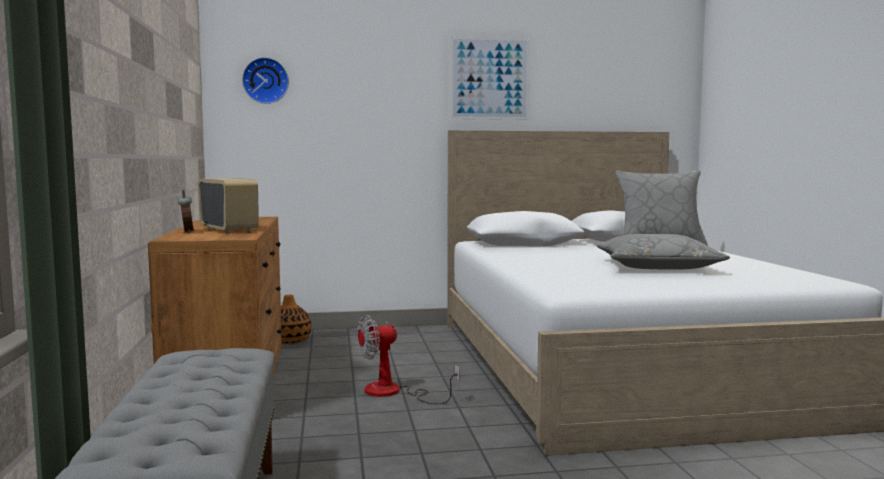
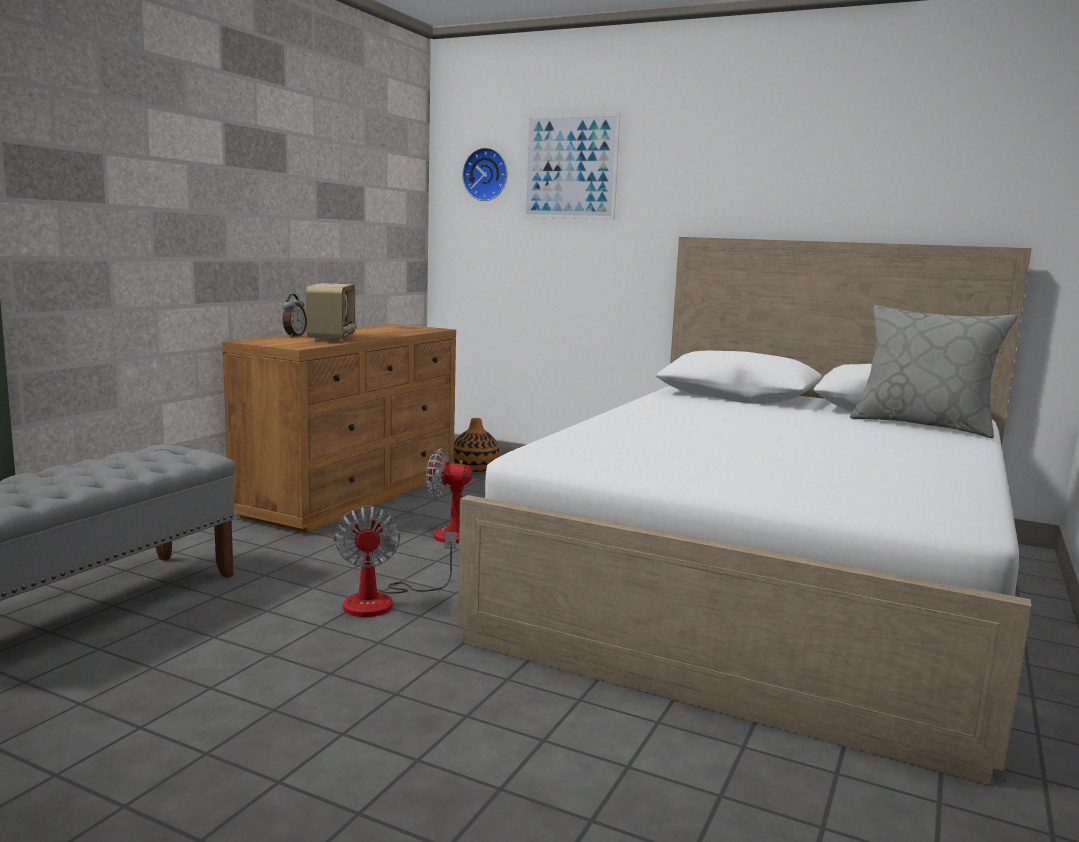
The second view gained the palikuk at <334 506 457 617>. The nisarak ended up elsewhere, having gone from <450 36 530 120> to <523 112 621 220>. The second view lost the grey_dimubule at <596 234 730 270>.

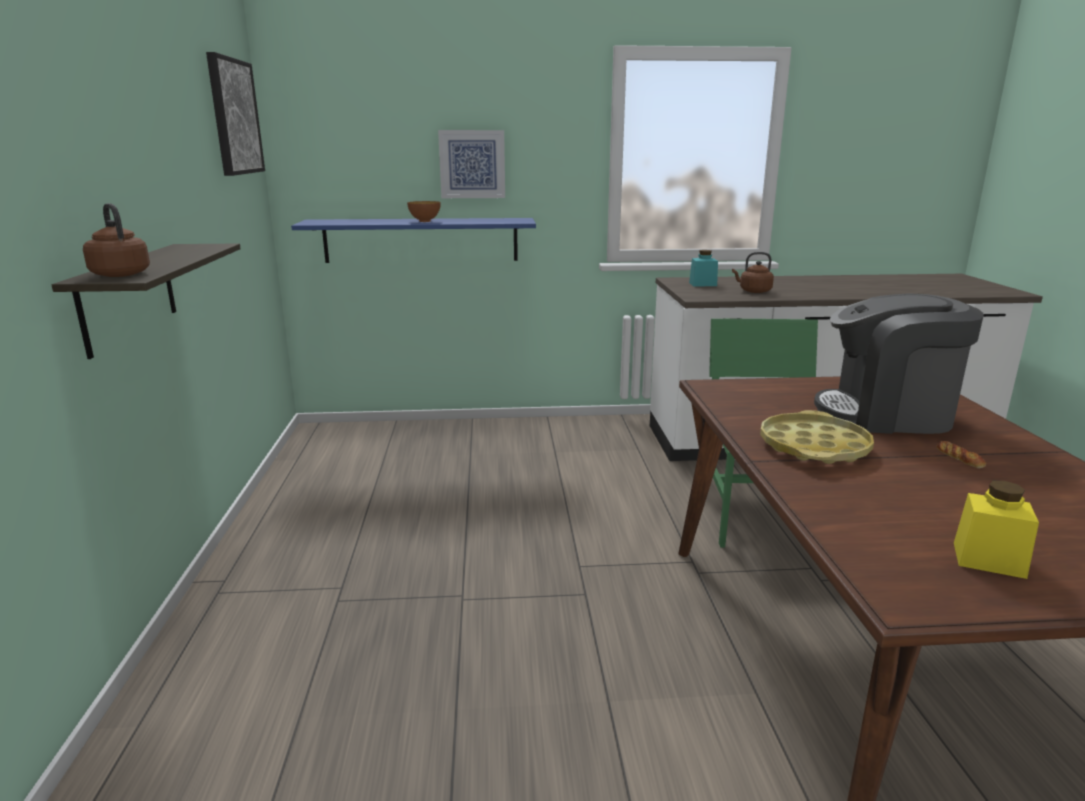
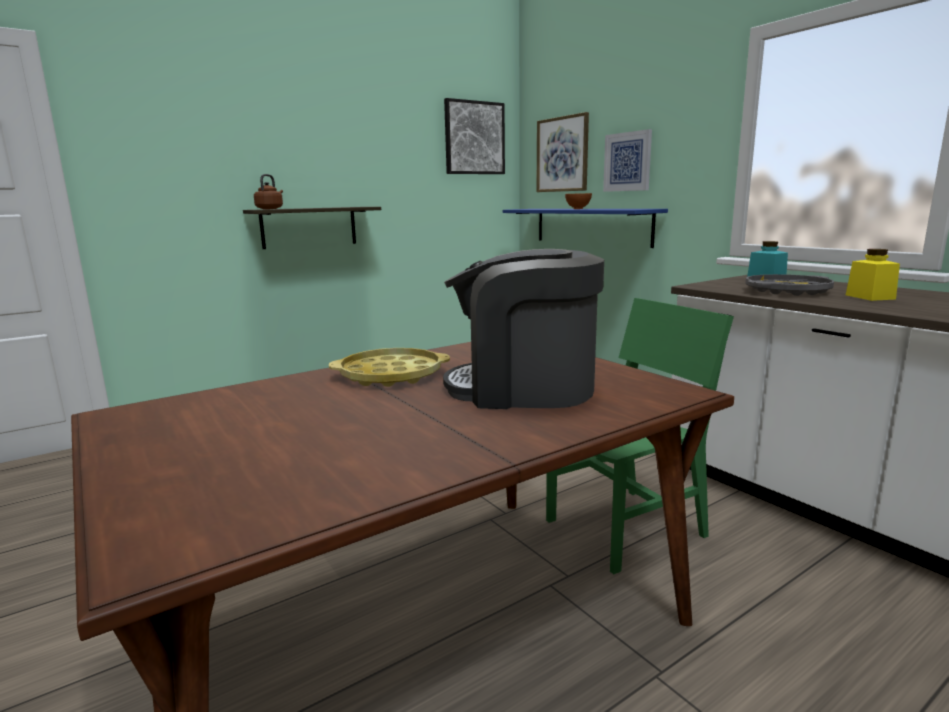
The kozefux at <814 293 983 434> ended up facing another way, 60 degrees counterclockwise from before. The second view gained the nisarak at <536 112 589 192>. Where the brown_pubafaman stood at <732 252 774 293>, the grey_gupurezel came to stand at <745 274 834 296>. The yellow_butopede ended up elsewhere, having gone from <954 481 1039 579> to <846 249 900 301>. The second view lost the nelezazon at <936 441 986 468>.

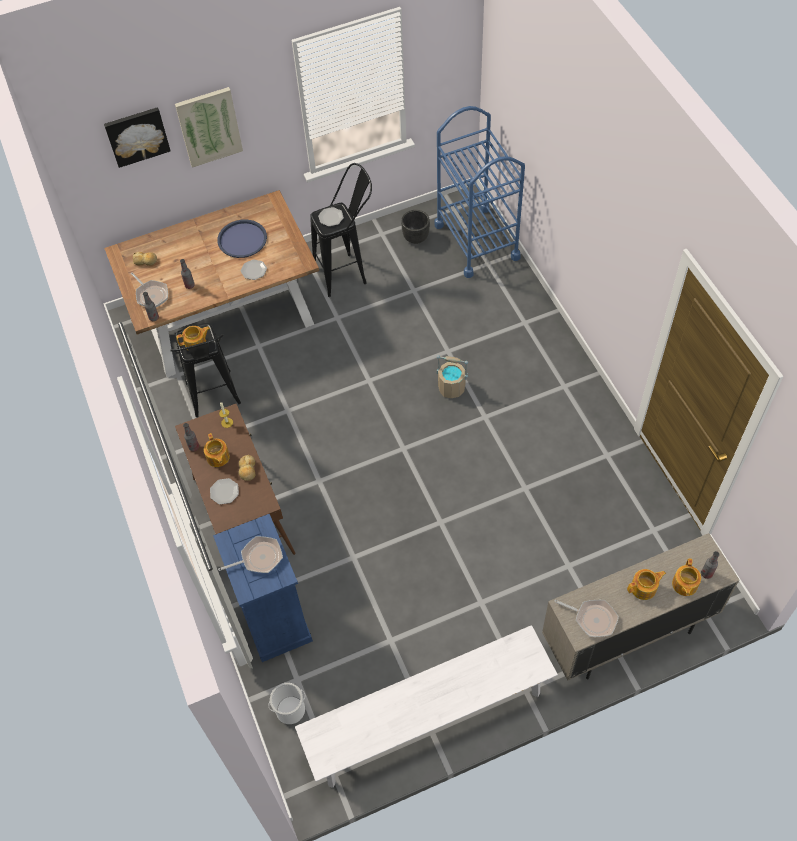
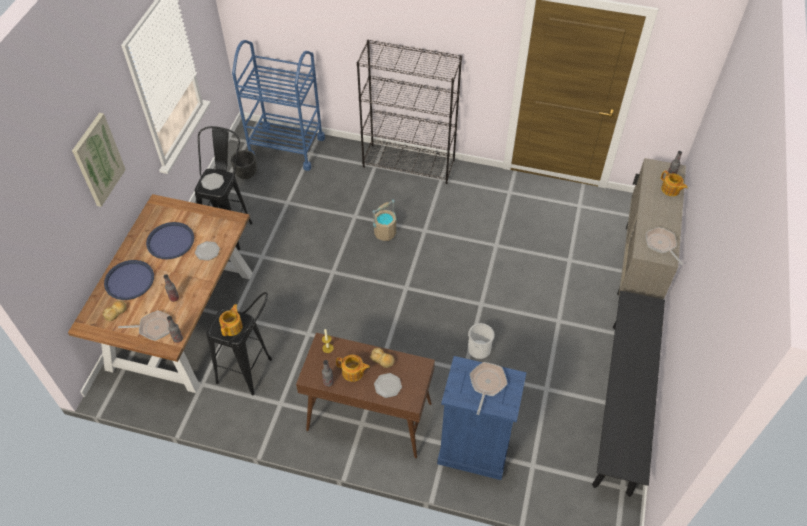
The second view gained the blue_gupurezel at <104 260 154 300>. The second view gained the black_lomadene at <357 39 462 184>. The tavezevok ended up elsewhere, having gone from <268 683 305 724> to <468 323 495 359>. What was the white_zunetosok at <295 625 558 788> turned into the black_zunetosok at <592 291 665 497>. The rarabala at <554 600 619 637> ended up facing another way, 90 degrees counterclockwise from before. The second view lost the nisarak at <104 107 171 168>. The second view lost the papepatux at <627 569 666 600>.

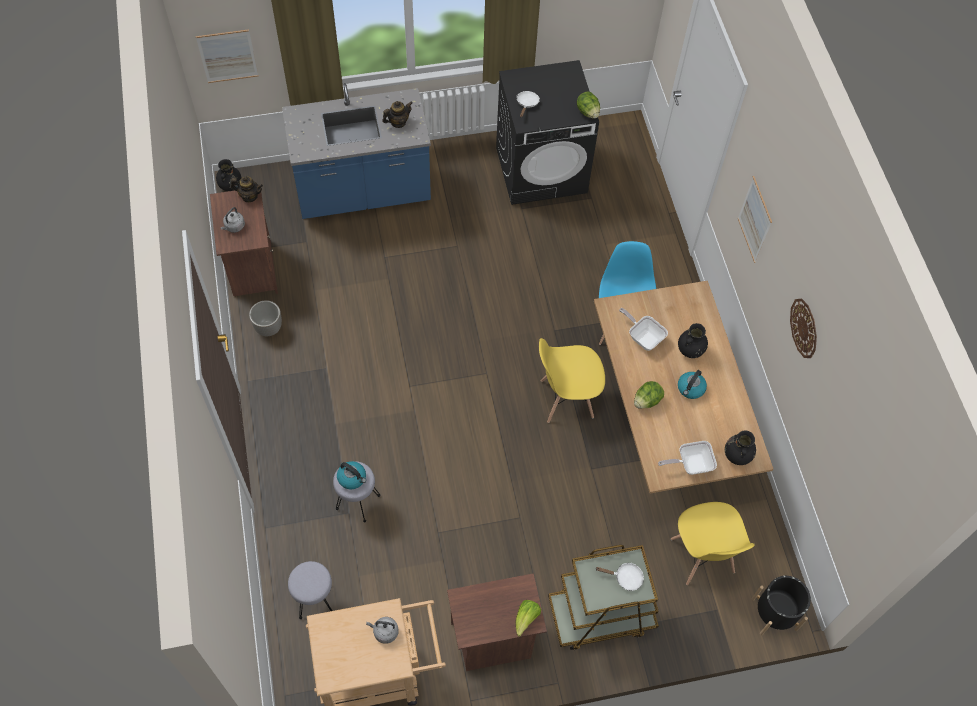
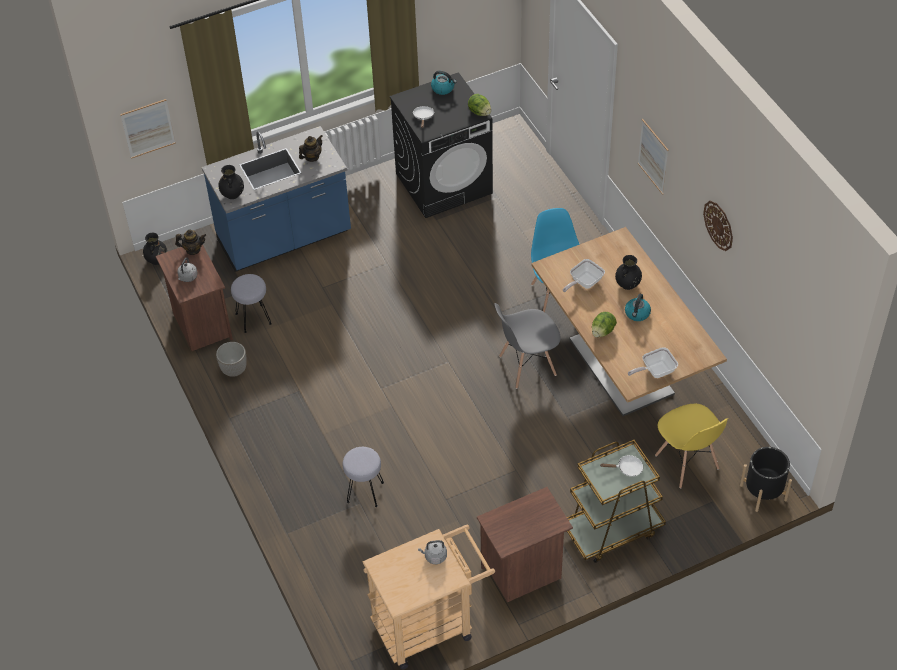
The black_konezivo ended up elsewhere, having gone from <725 431 756 465> to <219 165 244 199>. The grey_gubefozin ended up elsewhere, having gone from <288 561 332 619> to <231 274 272 333>. The pubafaman ended up elsewhere, having gone from <337 461 366 489> to <431 71 457 95>. What was the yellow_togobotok at <539 338 605 423> turned into the grey_togobotok at <495 303 561 389>. The rarabala at <619 308 668 351> ended up facing another way, 75 degrees counterclockwise from before. The second view lost the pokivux at <515 600 541 637>.

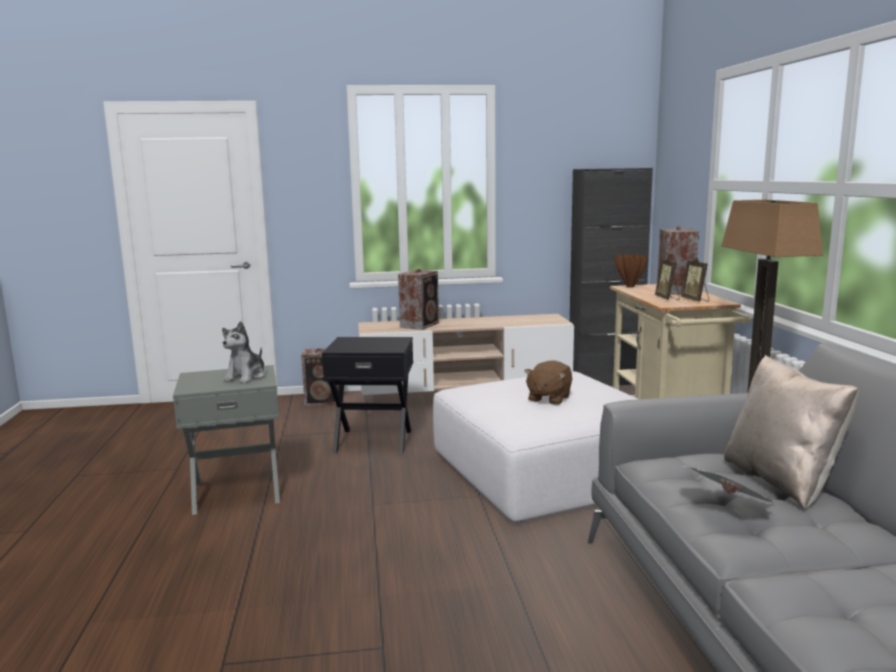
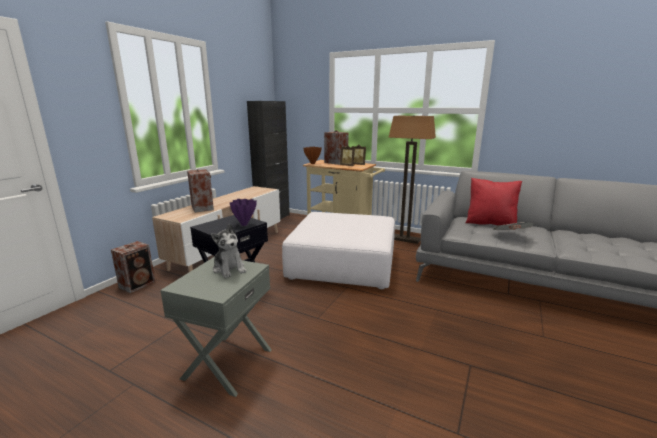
The second view gained the purple_konezivo at <230 199 257 226>. What was the beige_dimubule at <724 355 859 510> turned into the red_dimubule at <465 177 522 225>. The second view lost the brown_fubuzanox at <524 360 572 405>.

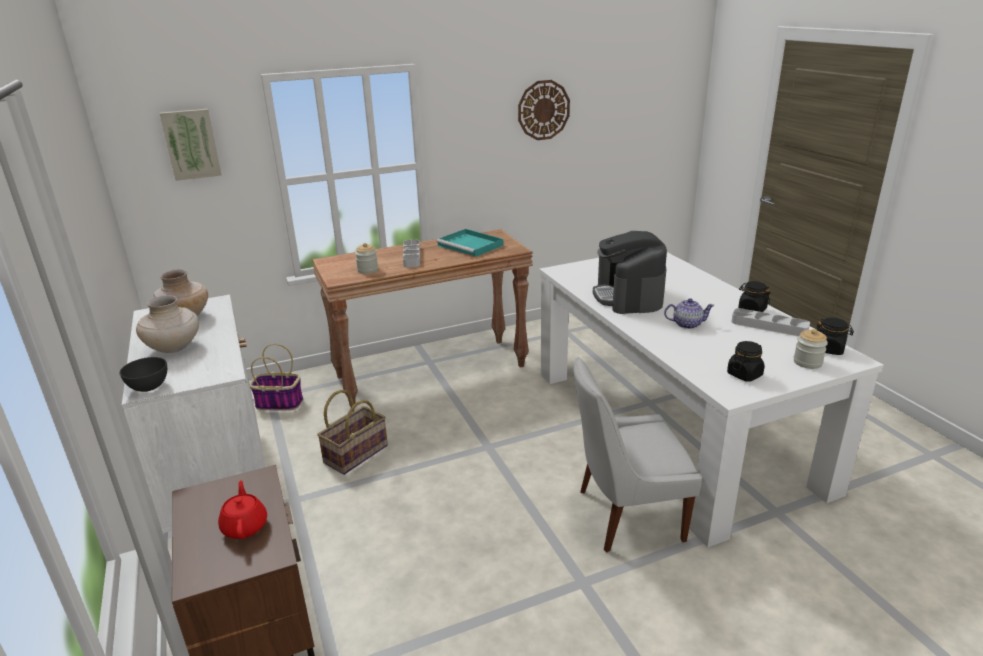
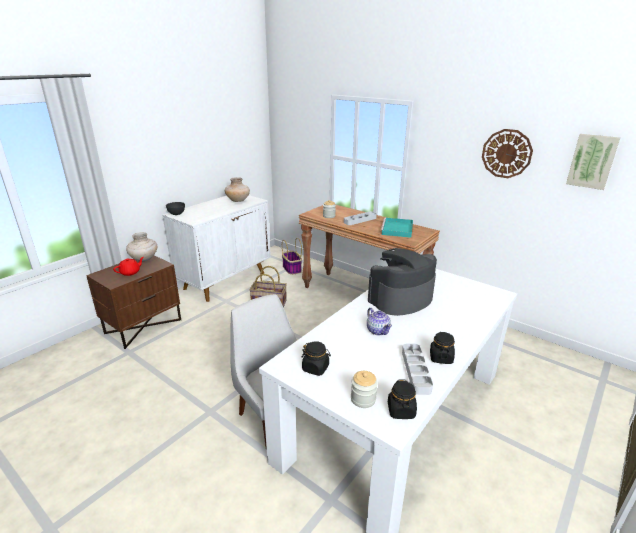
The beige_konezivo ended up elsewhere, having gone from <136 295 199 353> to <126 232 157 261>. The nisarak ended up elsewhere, having gone from <160 109 222 181> to <566 134 620 190>.

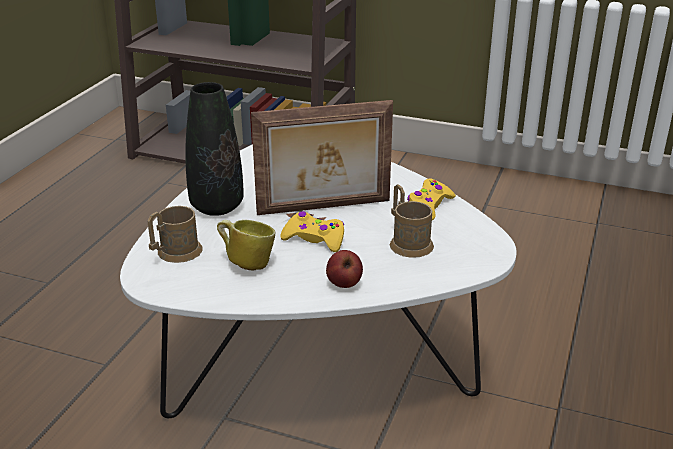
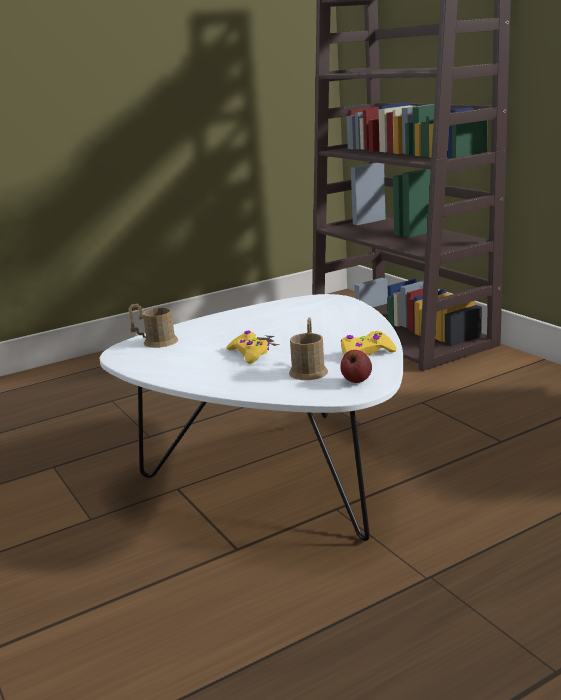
The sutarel ended up elsewhere, having gone from <326 250 363 288> to <340 350 372 383>. The second view lost the black_konezivo at <185 82 244 216>. The second view lost the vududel at <217 220 276 271>. The second view lost the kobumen at <251 100 393 215>.

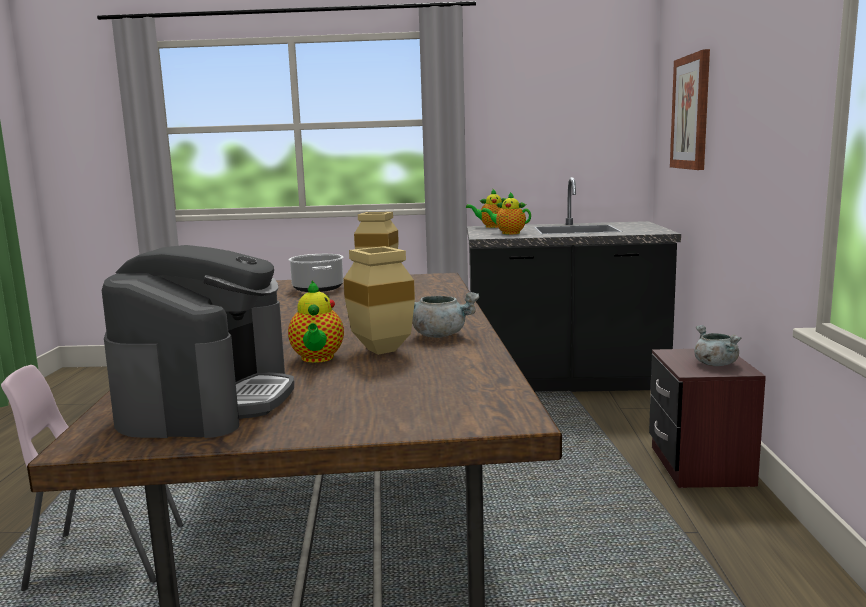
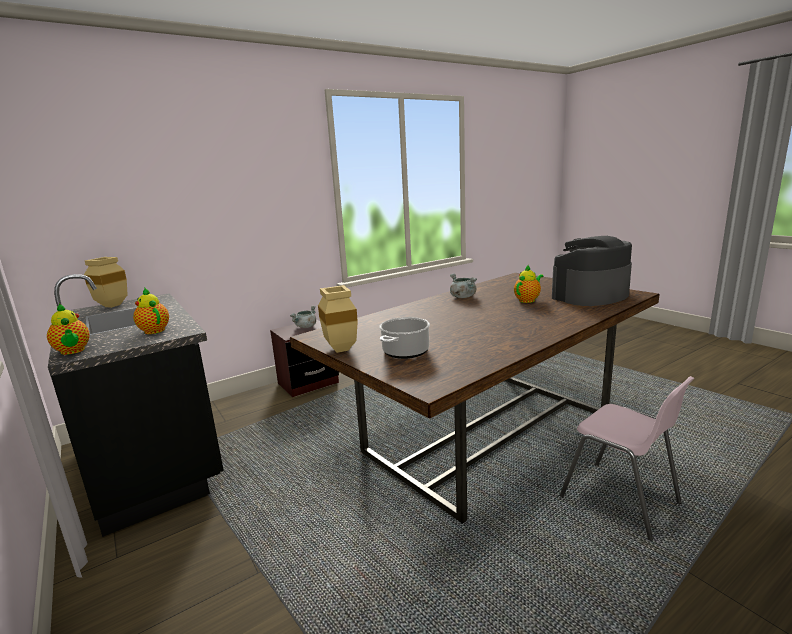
The beige_konezivo ended up elsewhere, having gone from <344 246 415 355> to <84 257 128 308>. The papepatux at <481 192 531 234> ended up facing another way, 150 degrees clockwise from before. The second view lost the nisarak at <670 49 710 170>.

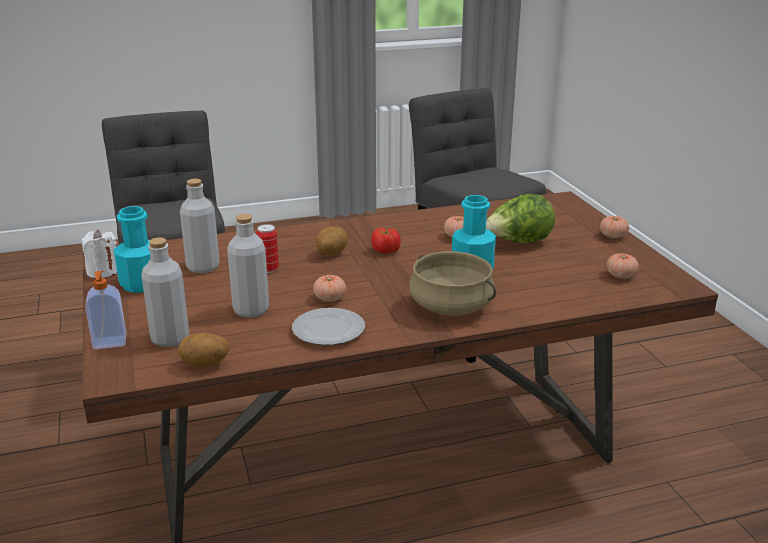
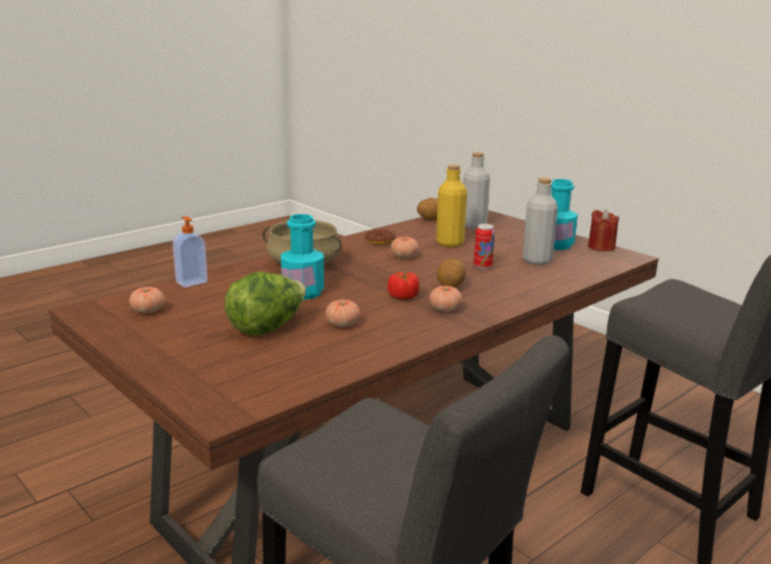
The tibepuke ended up elsewhere, having gone from <85 271 126 349> to <173 216 208 288>. Where the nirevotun stood at <292 308 365 345>, the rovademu came to stand at <365 229 396 245>. The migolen ended up elsewhere, having gone from <600 216 629 238> to <429 286 462 312>. What was the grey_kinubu at <227 214 269 318> turned into the yellow_kinubu at <436 165 467 247>. What was the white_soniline at <81 229 117 278> turned into the red_soniline at <588 210 619 251>.

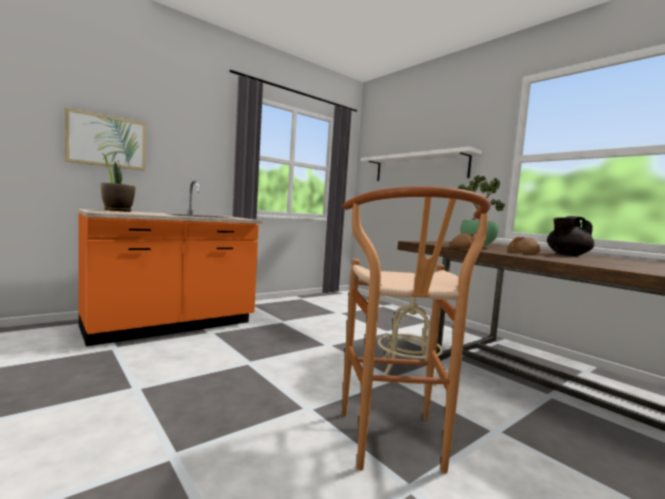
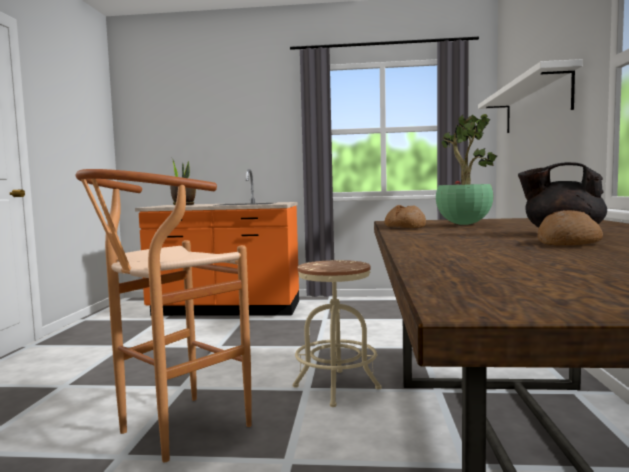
The nelezazon ended up elsewhere, having gone from <508 237 541 254> to <538 210 603 245>. The second view lost the nisarak at <65 108 146 171>.

